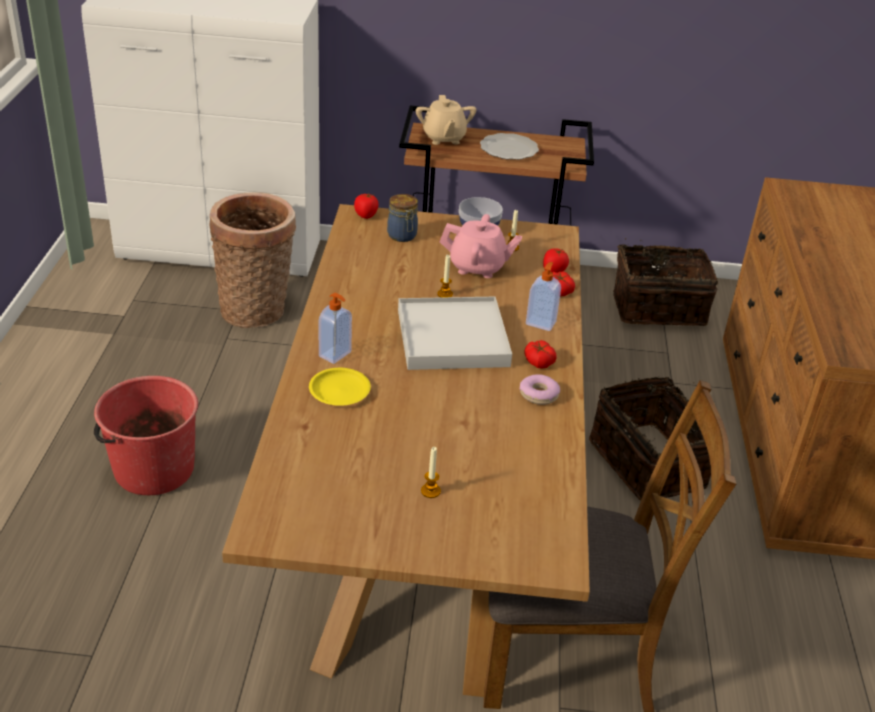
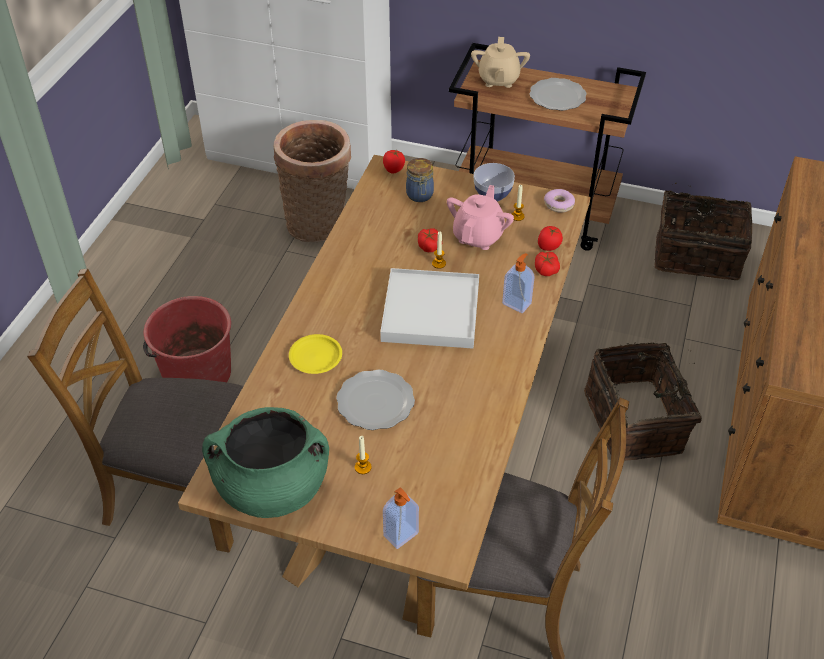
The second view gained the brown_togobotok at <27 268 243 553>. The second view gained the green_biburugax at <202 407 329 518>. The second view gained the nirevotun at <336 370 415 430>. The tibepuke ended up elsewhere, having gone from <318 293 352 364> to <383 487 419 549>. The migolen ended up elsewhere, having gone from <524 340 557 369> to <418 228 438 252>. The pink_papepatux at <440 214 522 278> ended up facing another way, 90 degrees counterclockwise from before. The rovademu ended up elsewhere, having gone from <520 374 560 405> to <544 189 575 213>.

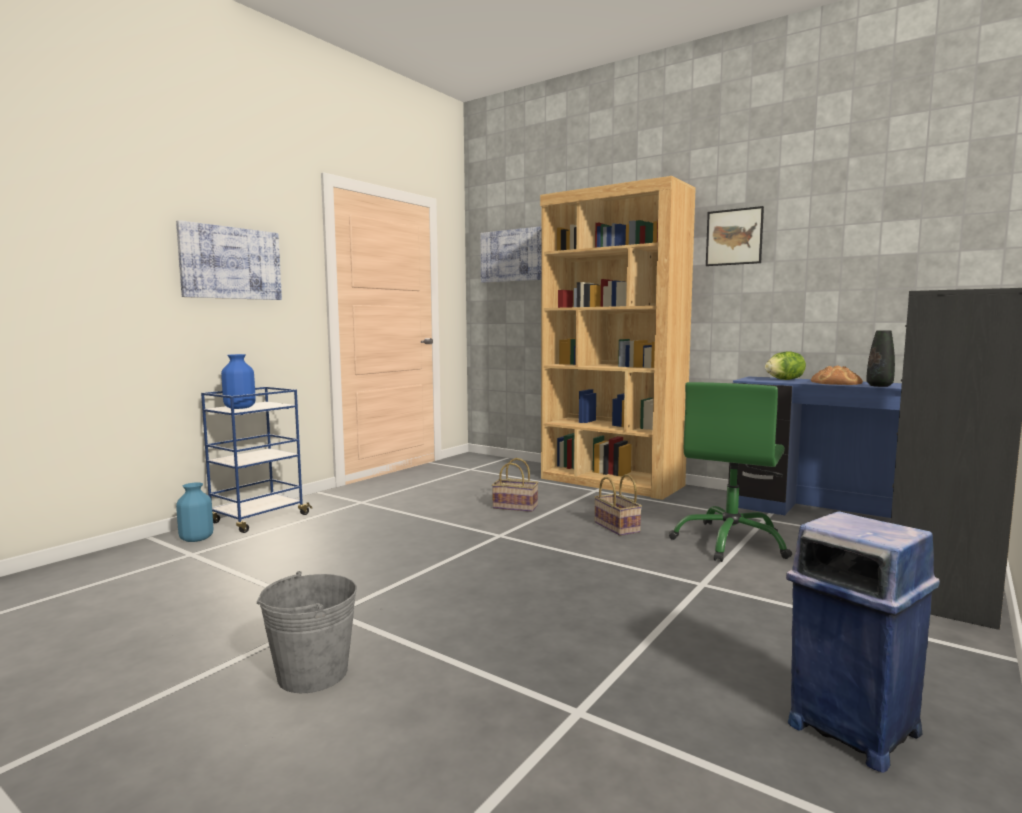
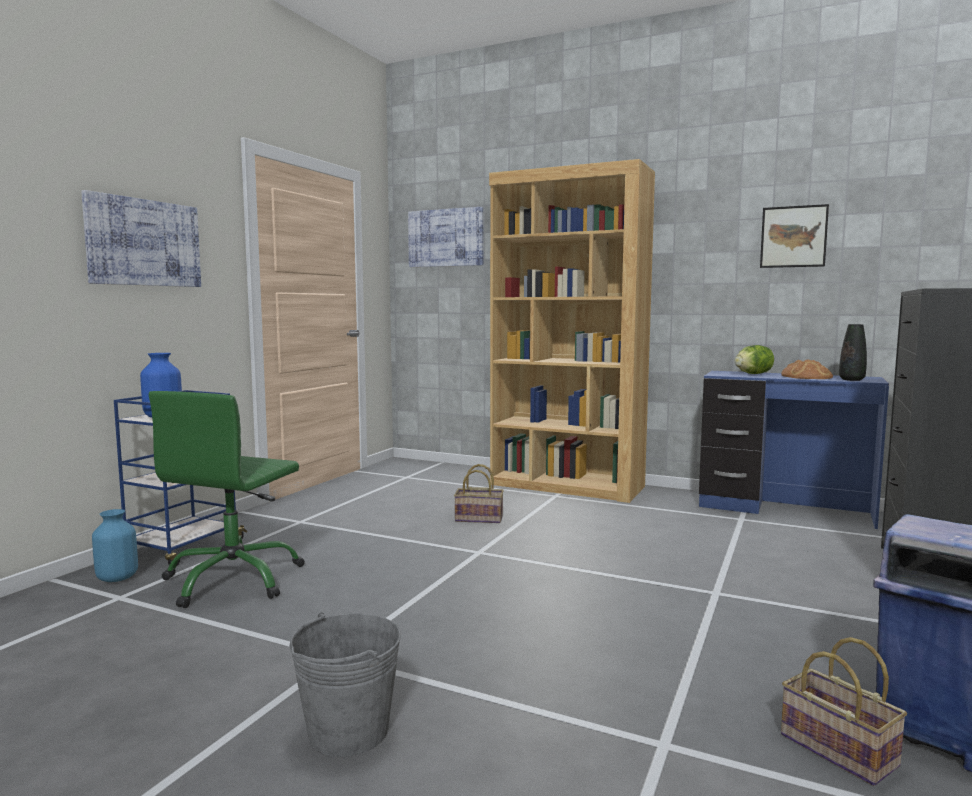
The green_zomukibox ended up elsewhere, having gone from <669 382 792 562> to <149 391 305 608>. The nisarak ended up elsewhere, having gone from <706 206 764 266> to <760 204 829 268>. The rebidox ended up elsewhere, having gone from <594 474 642 536> to <781 637 907 786>.

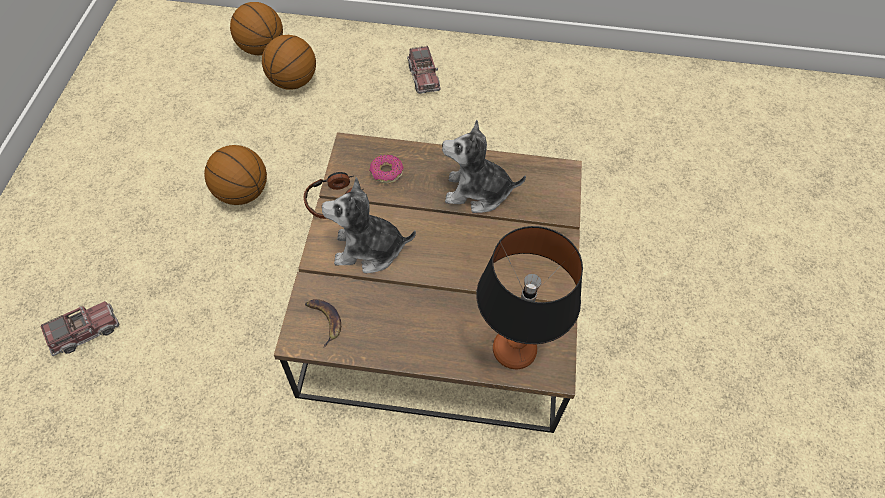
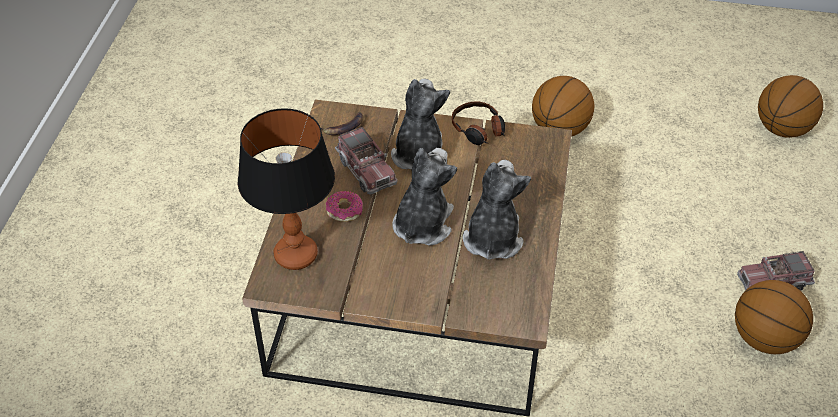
The rovademu ended up elsewhere, having gone from <369 155 404 184> to <326 191 363 222>. The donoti ended up elsewhere, having gone from <40 301 119 356> to <335 126 397 195>. The second view gained the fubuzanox at <392 148 457 246>. The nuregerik ended up elsewhere, having gone from <262 35 316 90> to <735 280 813 354>.

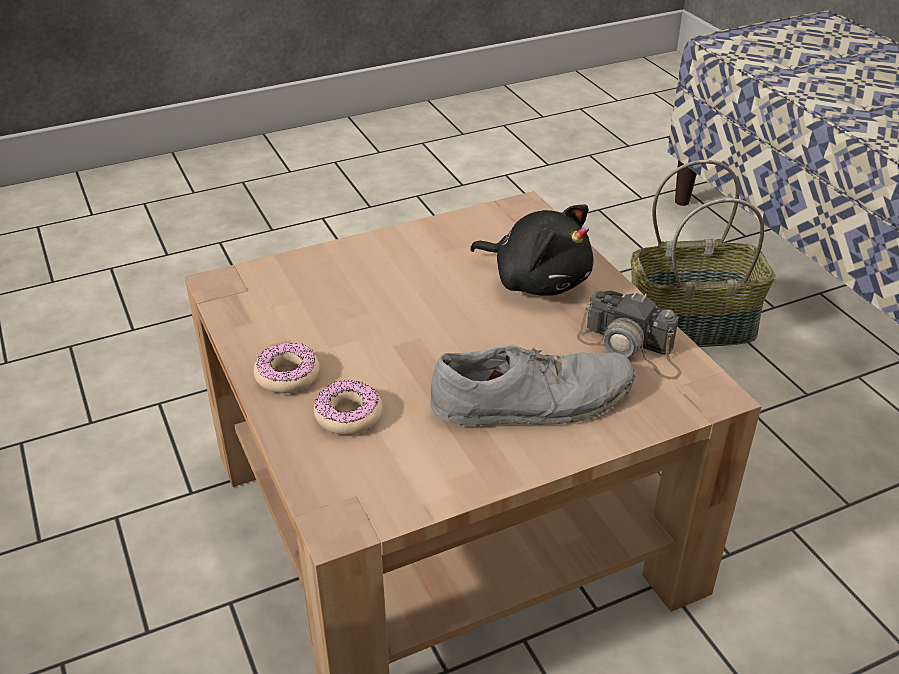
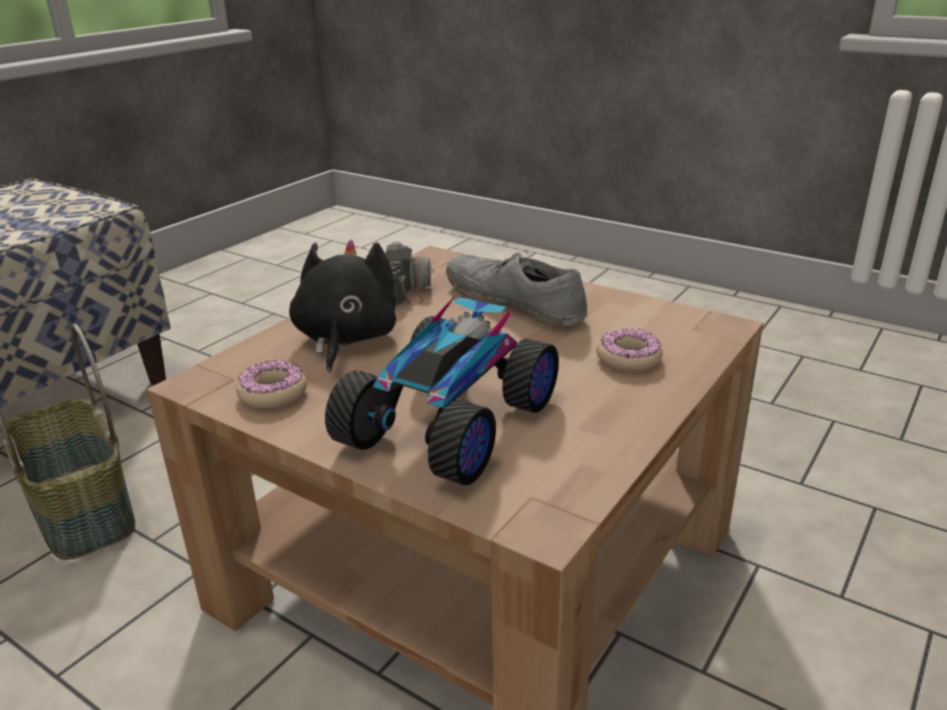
The rovademu ended up elsewhere, having gone from <254 343 320 393> to <236 360 307 409>. The second view gained the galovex at <325 297 559 486>.

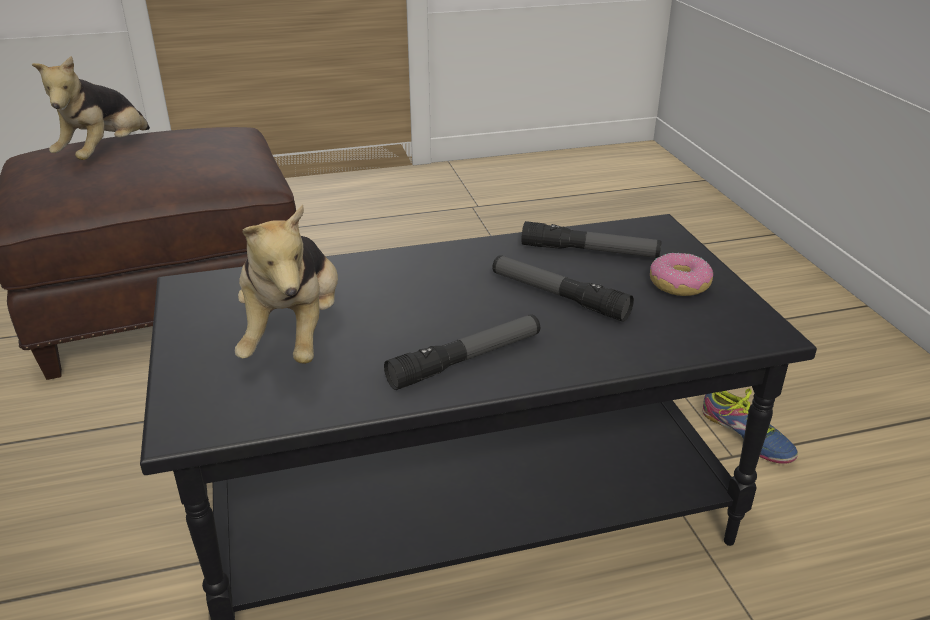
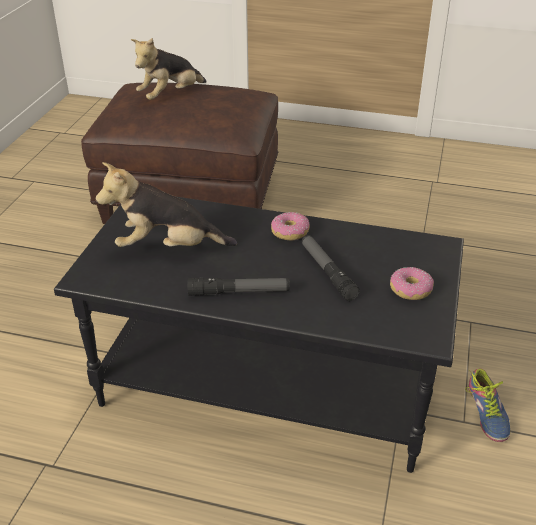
The fubuzanox at <235 204 338 364> ended up facing another way, 60 degrees clockwise from before. The second view gained the rovademu at <271 212 310 241>. The second view lost the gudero at <521 221 662 258>.

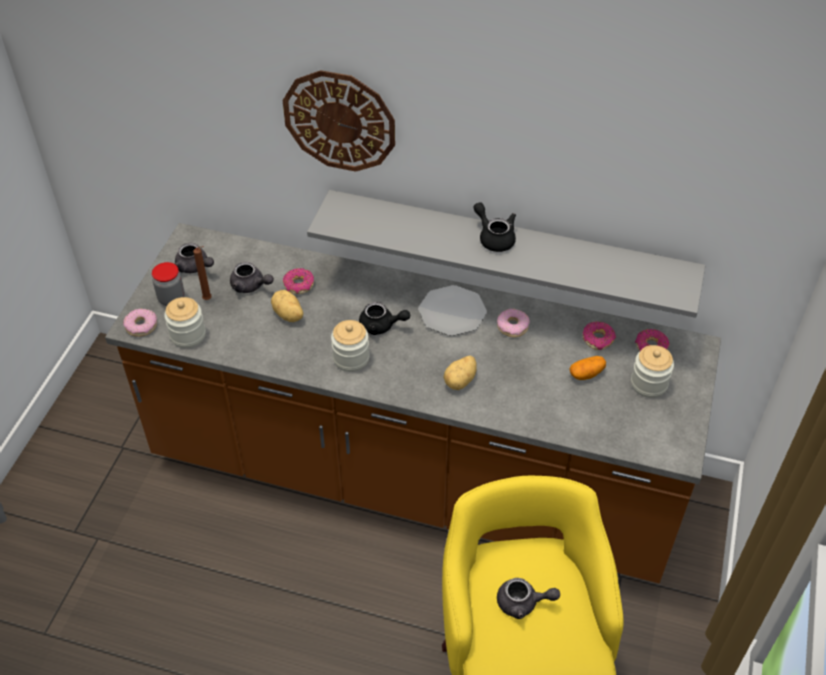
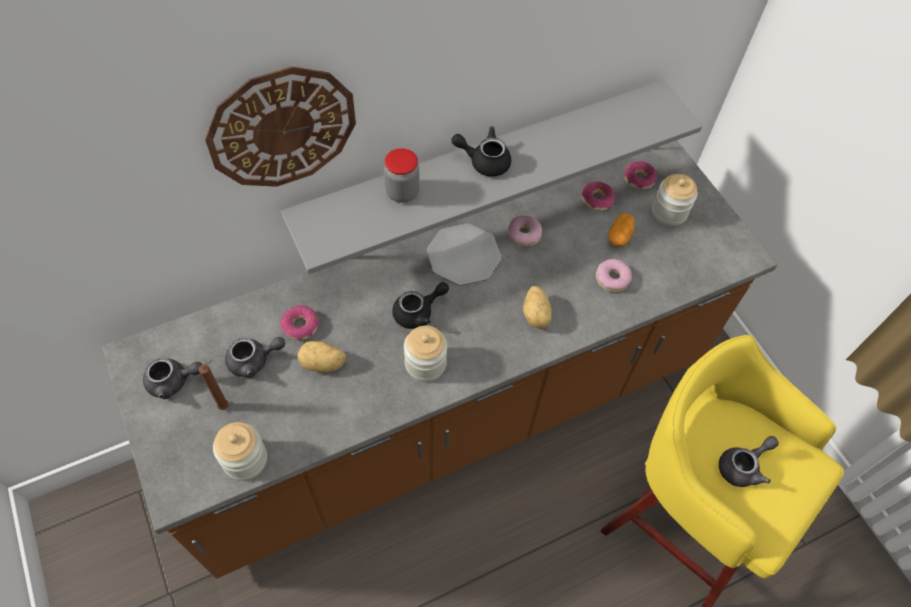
The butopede ended up elsewhere, having gone from <152 262 185 306> to <384 148 419 203>. The rovademu ended up elsewhere, having gone from <123 309 157 337> to <596 259 632 292>.

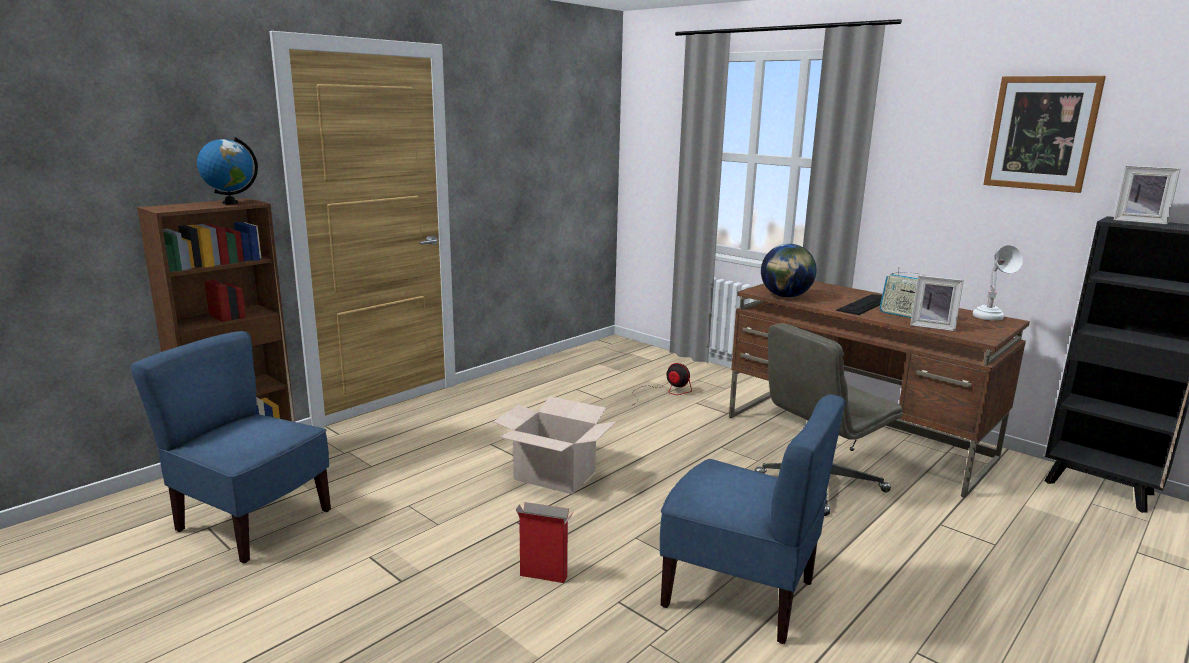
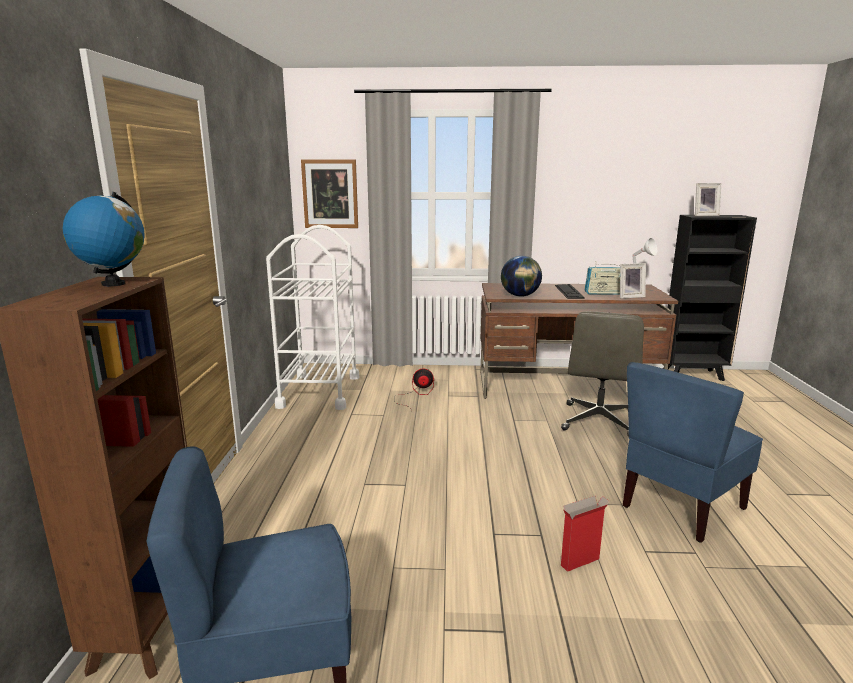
The second view gained the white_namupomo at <266 225 359 410>. The nisarak ended up elsewhere, having gone from <983 76 1106 193> to <301 160 358 228>. The blue_togobotok at <660 394 845 644> ended up facing another way, 150 degrees clockwise from before. The second view lost the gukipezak at <493 396 617 495>.

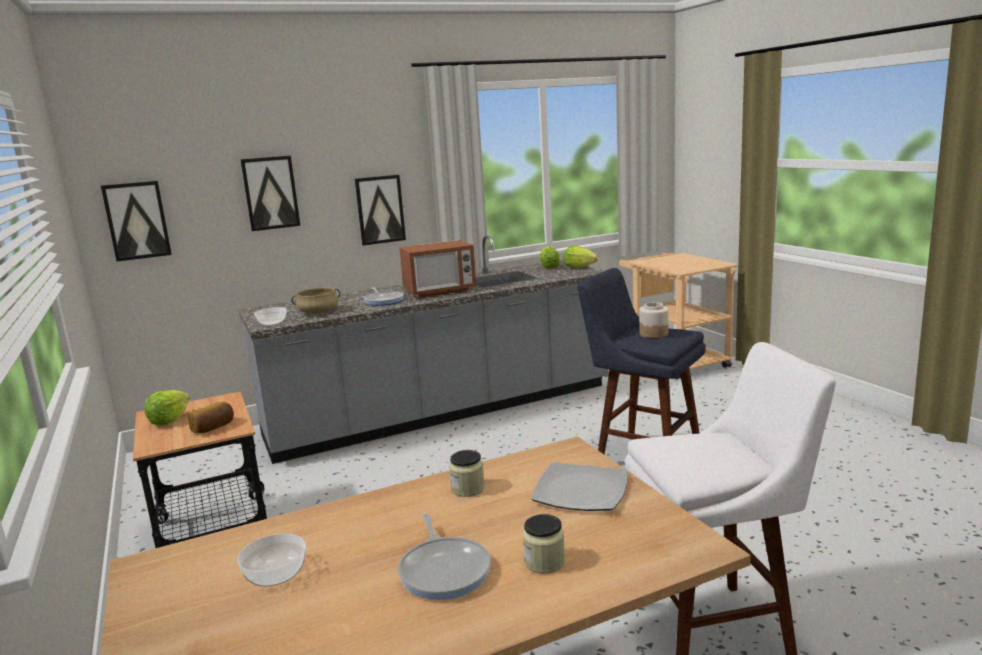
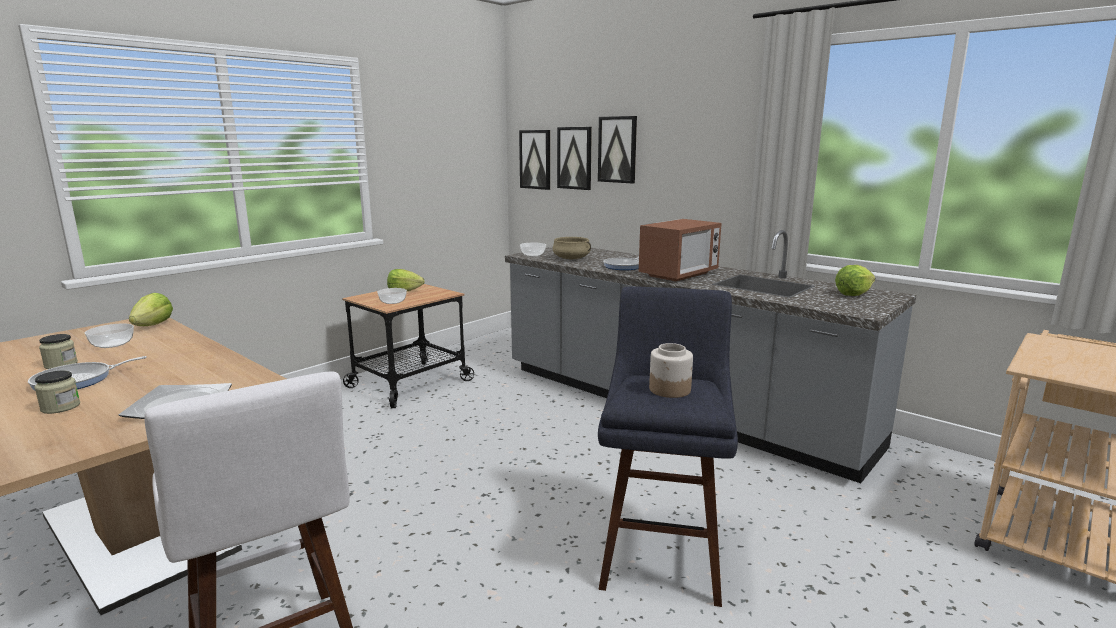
The butopede ended up elsewhere, having gone from <449 450 485 497> to <39 334 78 369>. The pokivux ended up elsewhere, having gone from <564 246 598 268> to <129 293 173 326>. Where the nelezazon stood at <187 402 234 433>, the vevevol came to stand at <377 288 407 304>. The nisarak ended up elsewhere, having gone from <355 175 406 245> to <557 127 592 190>. The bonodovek at <399 240 476 297> ended up facing another way, 90 degrees counterclockwise from before.

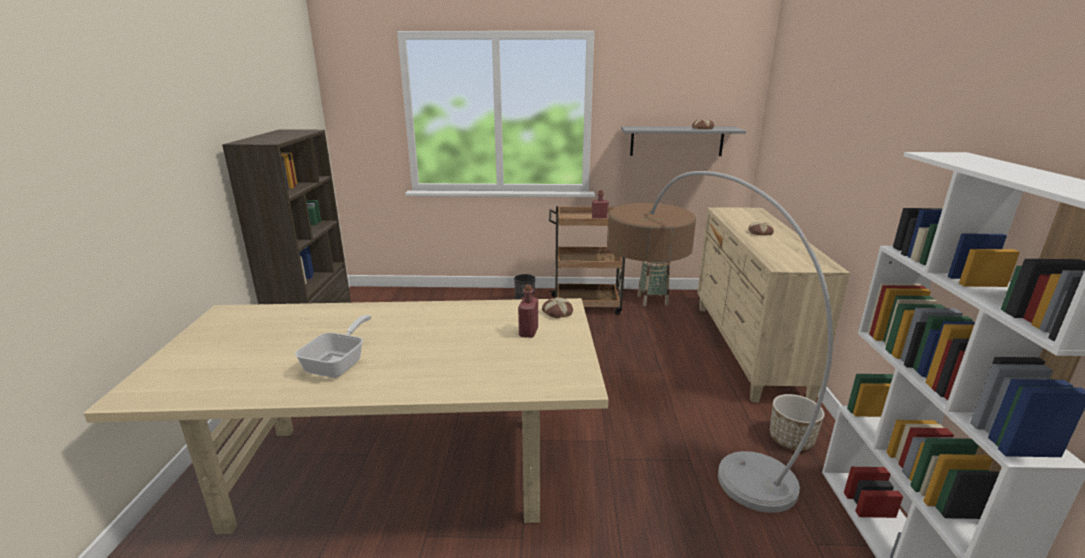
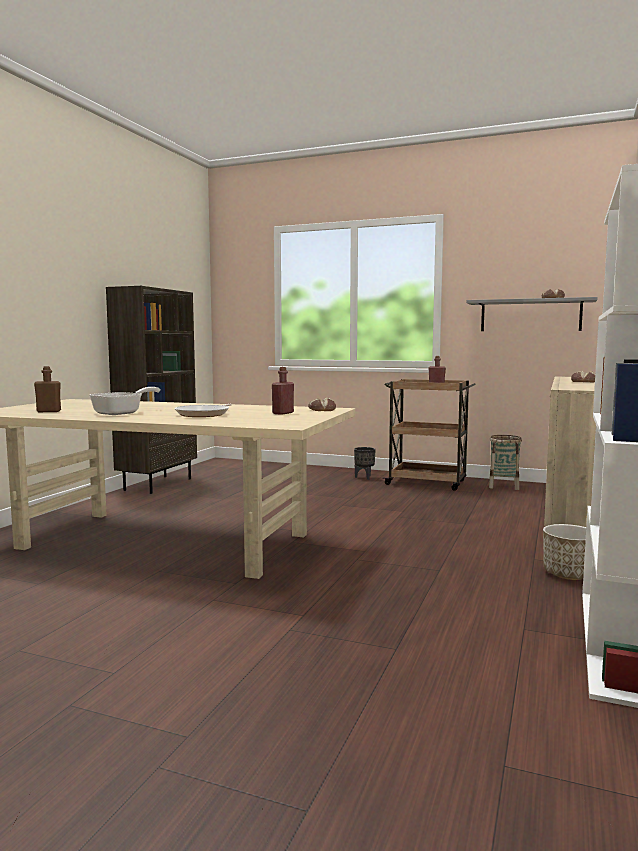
The second view gained the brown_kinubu at <34 366 61 412>. The second view gained the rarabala at <174 404 232 417>. The second view lost the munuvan at <607 171 833 513>.

